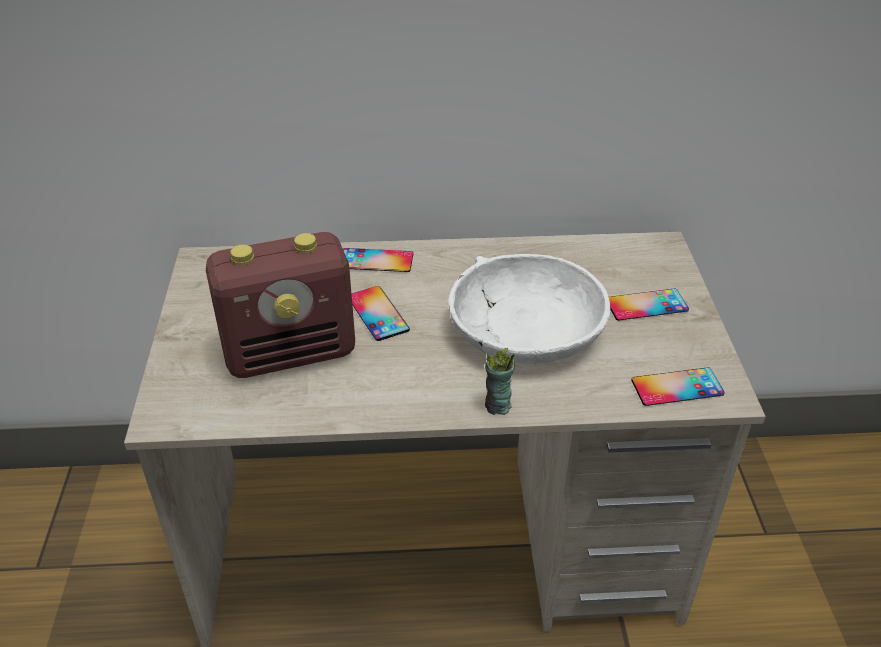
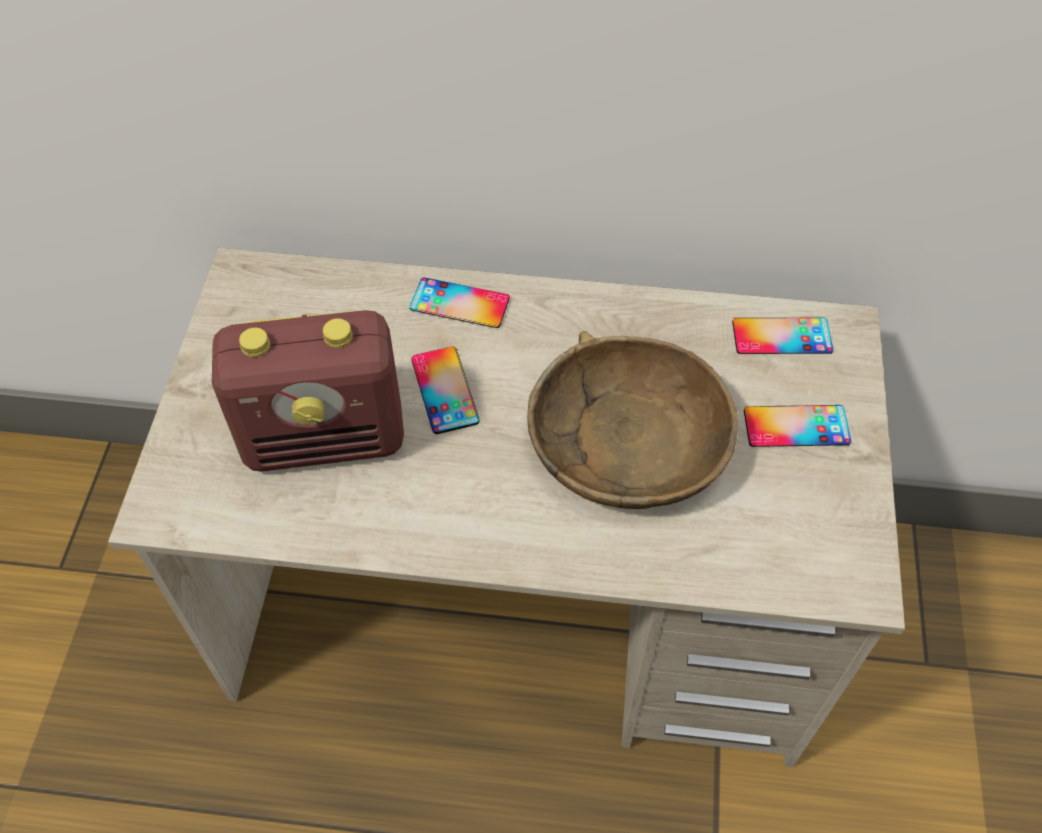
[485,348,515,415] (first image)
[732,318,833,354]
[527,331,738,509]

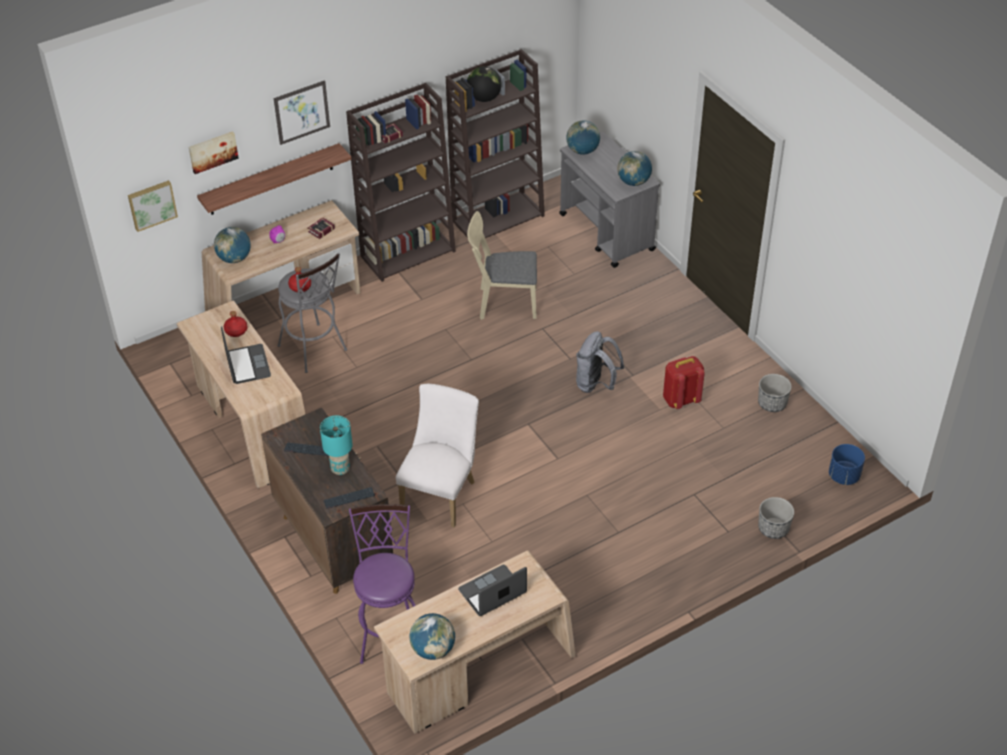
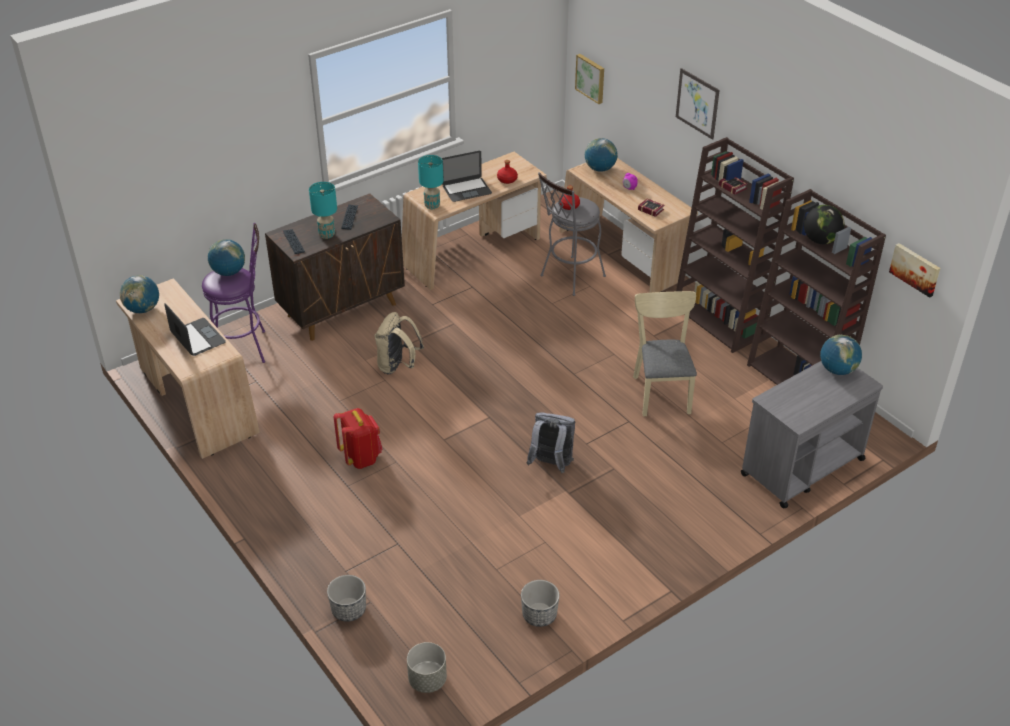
[197,143,351,215] (first image)
[418,155,443,209]
[889,243,940,298]
[208,239,245,276]
[334,408,382,469]
[374,312,424,374]
[407,642,447,693]

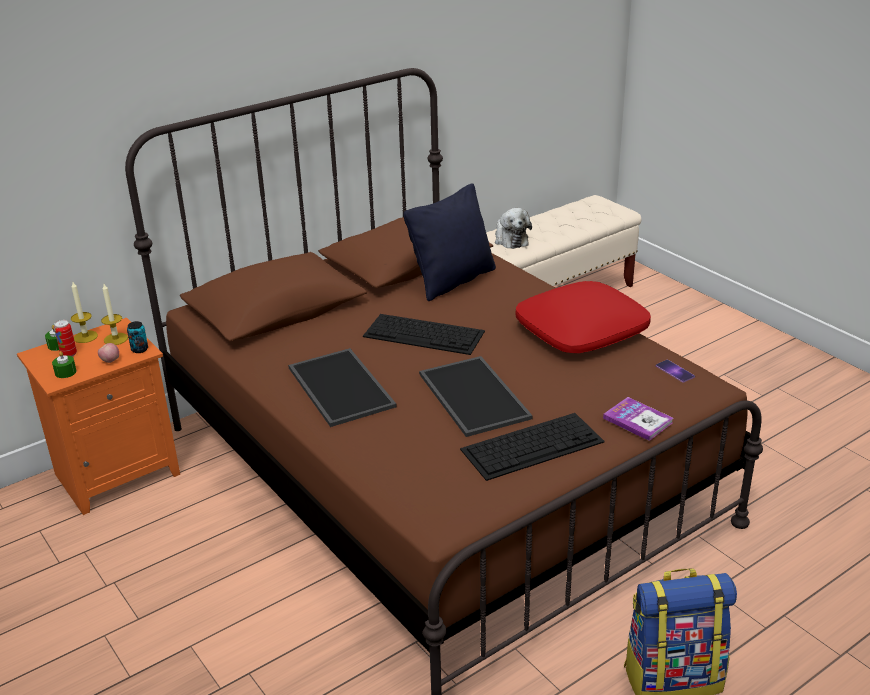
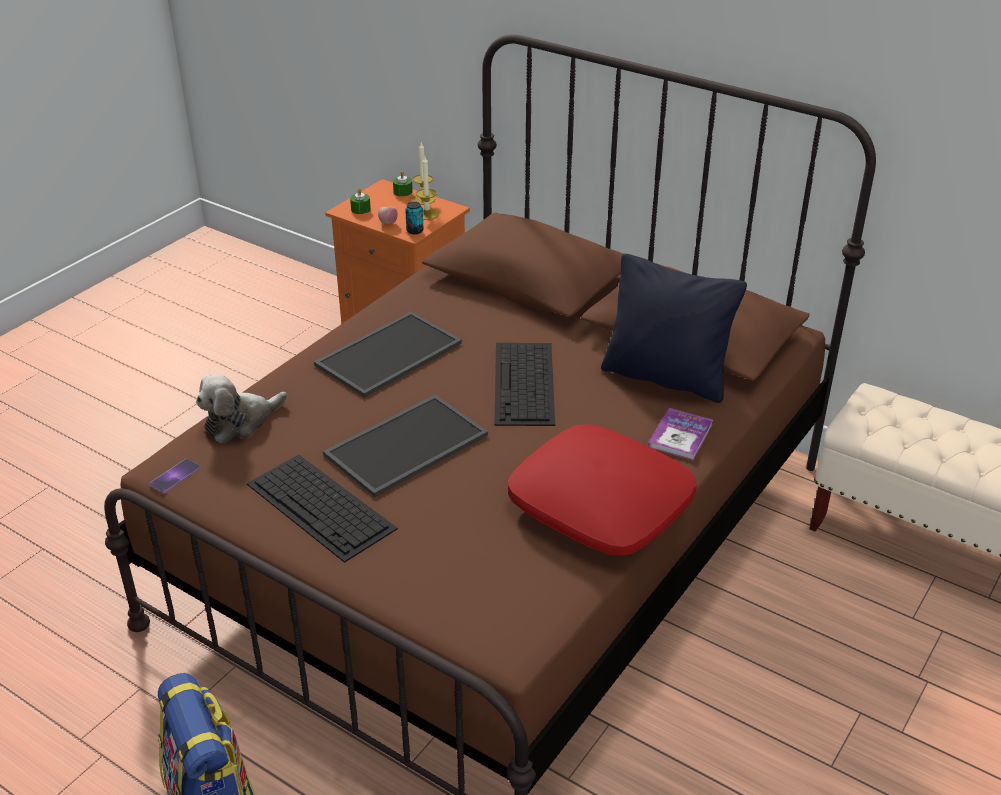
[54,320,77,357] (first image)
[196,374,288,443]
[648,408,713,460]
[149,459,201,493]

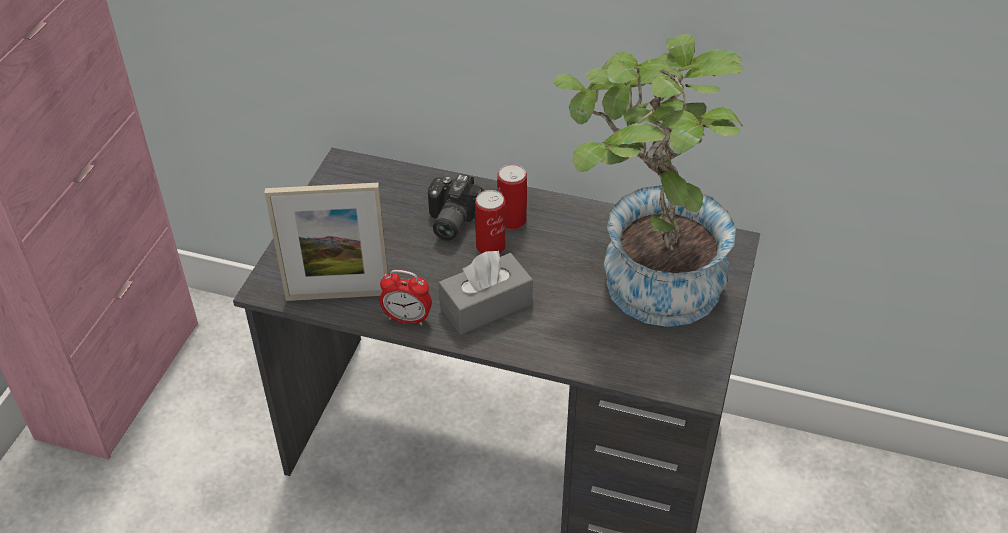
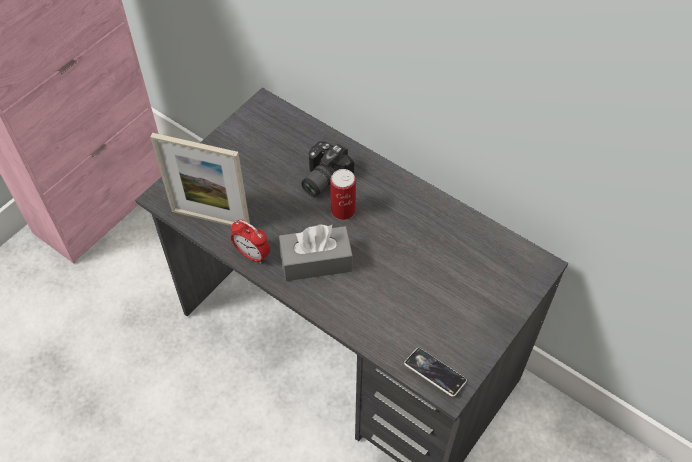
[497,164,527,230] (first image)
[553,34,743,327] (first image)
[404,348,467,397]

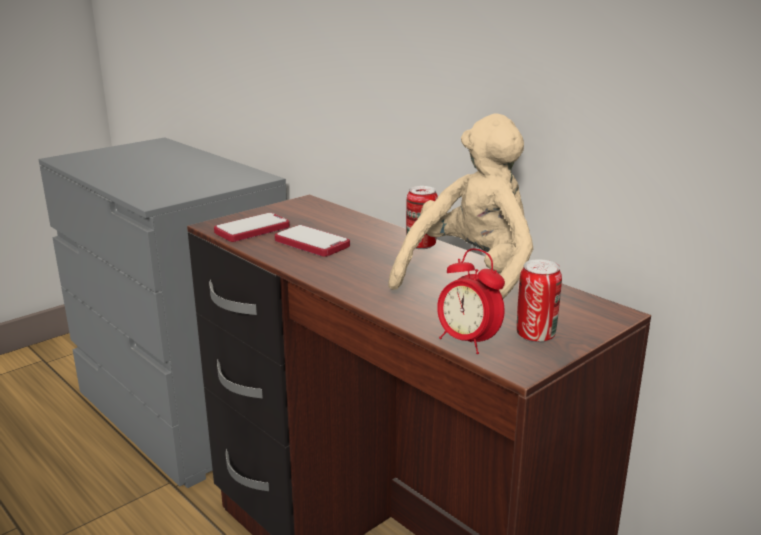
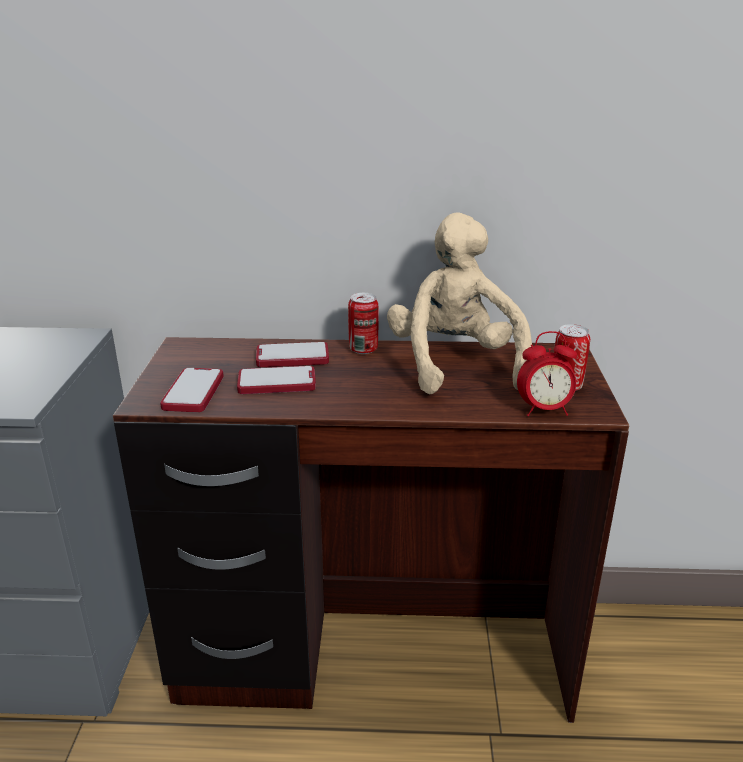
[256,342,329,367]

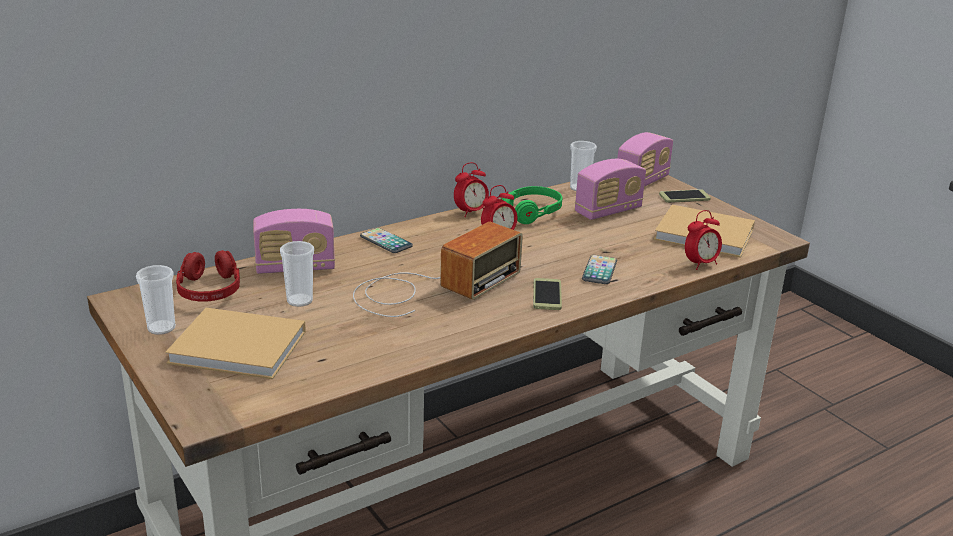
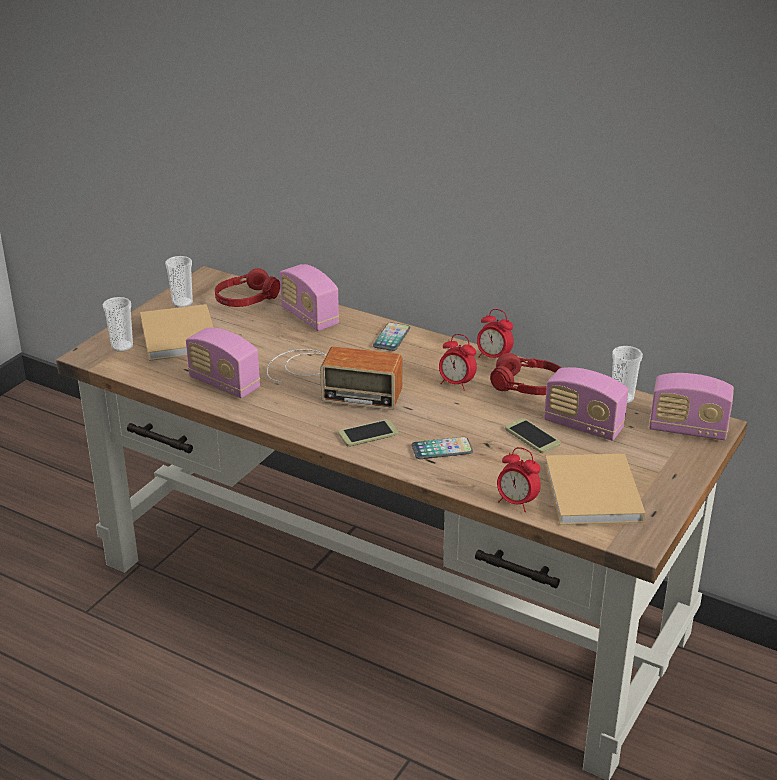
[186,328,260,398]
[103,297,133,352]
[505,418,561,453]
[490,353,561,395]

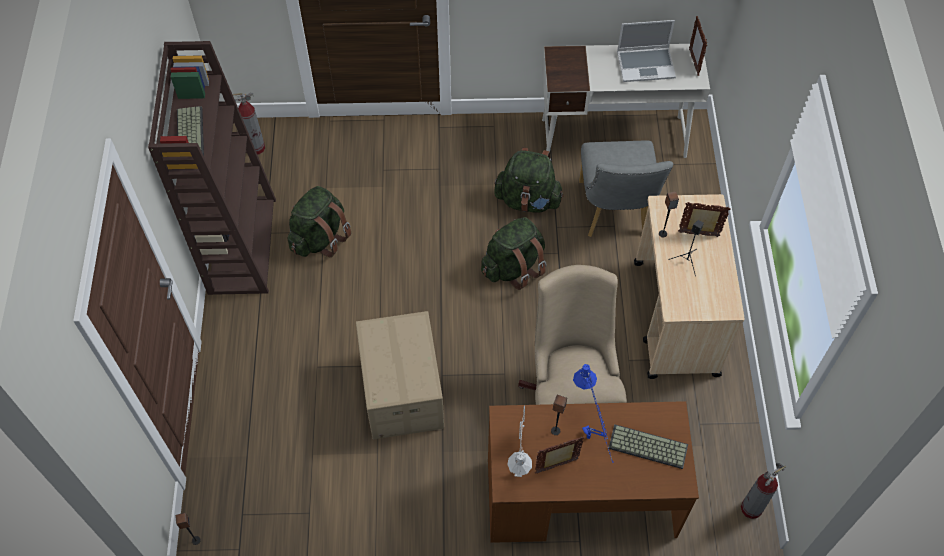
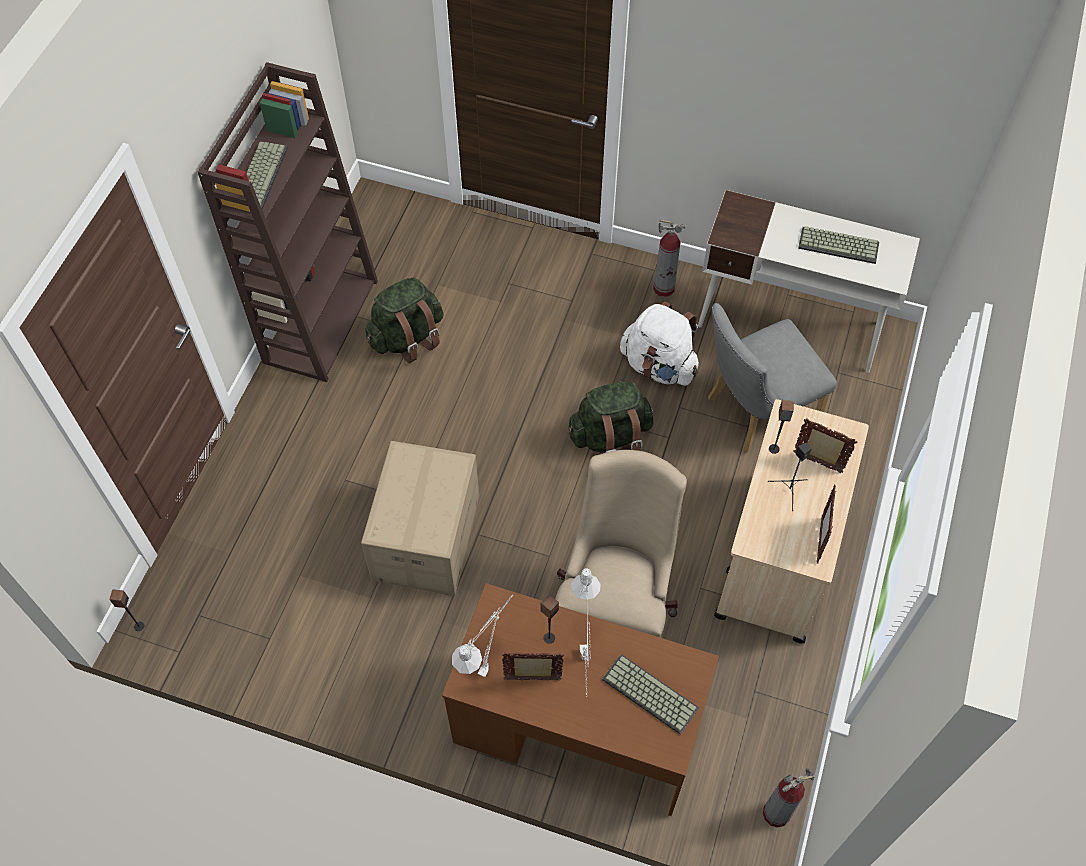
[653,219,686,297]
[817,485,836,564]
[798,226,879,264]
[620,301,699,386]
[571,568,601,697]
[708,303,837,453]

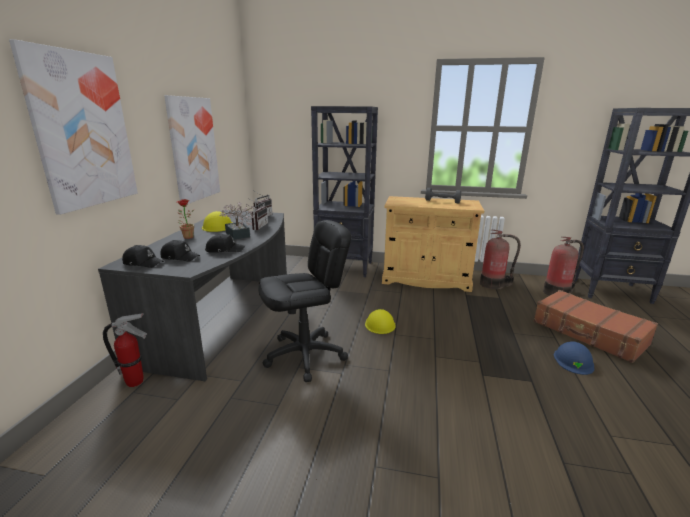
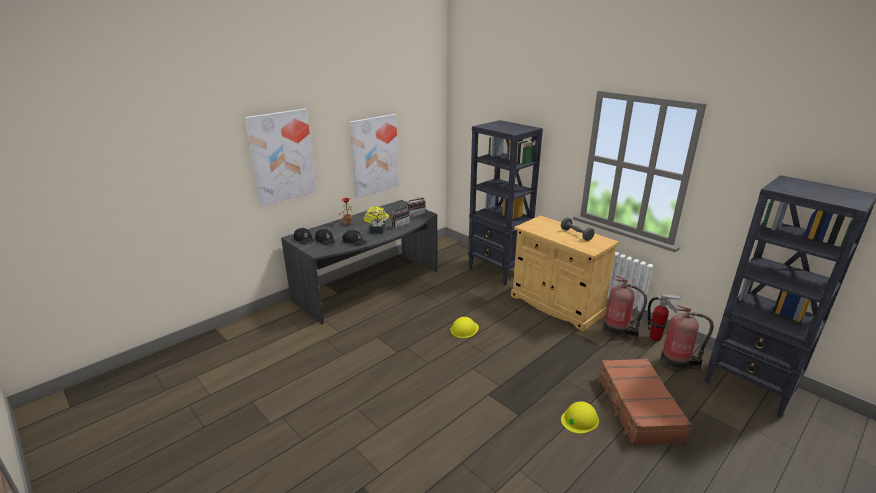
[258,220,351,382] (first image)
[648,295,682,341]
[561,401,599,434]

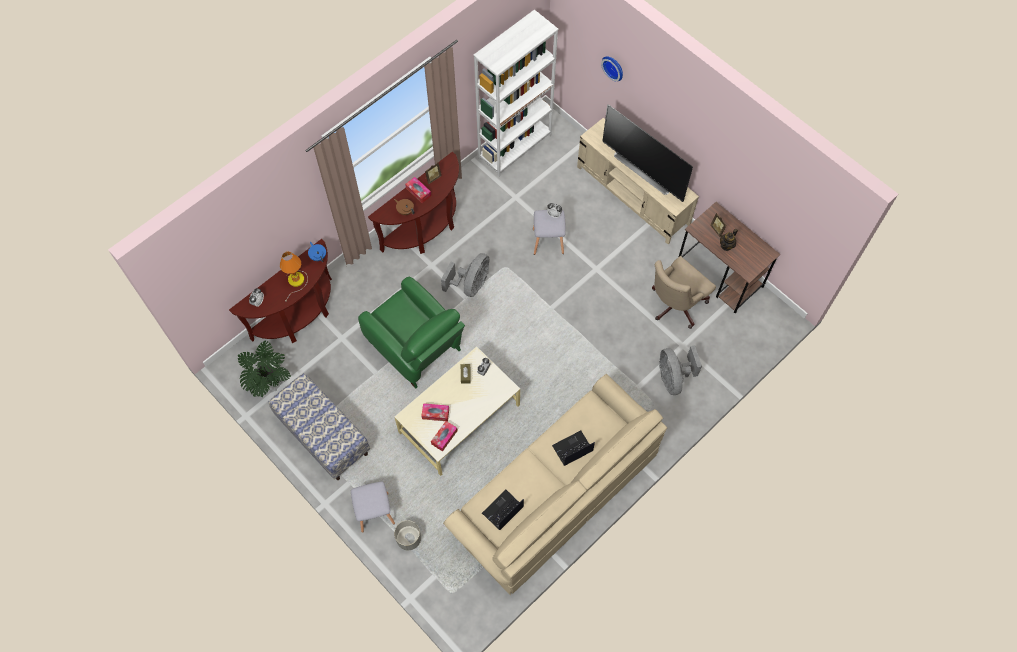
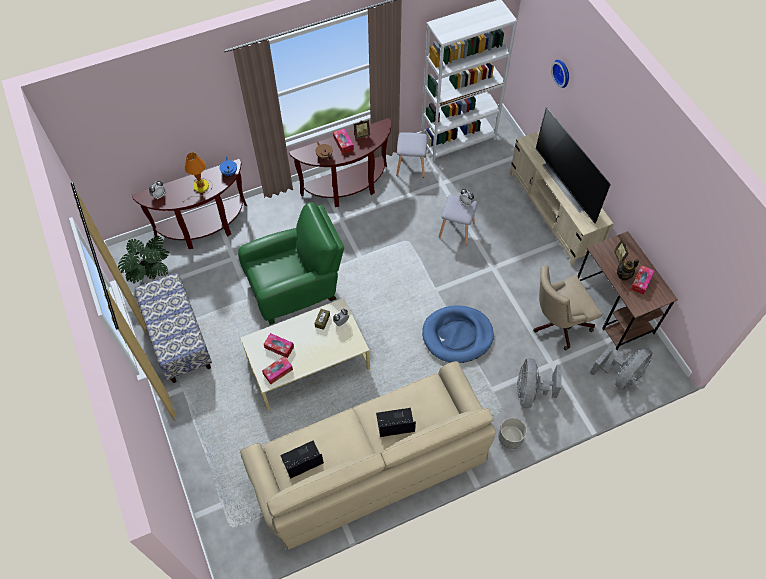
[422,305,494,363]
[630,265,655,294]
[396,132,427,178]
[498,418,527,449]
[590,346,653,390]
[238,202,344,325]

